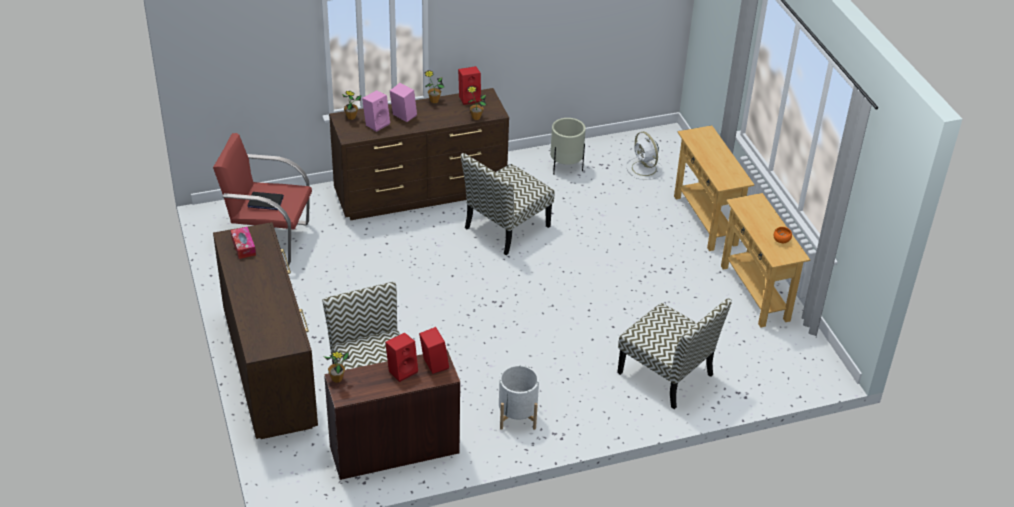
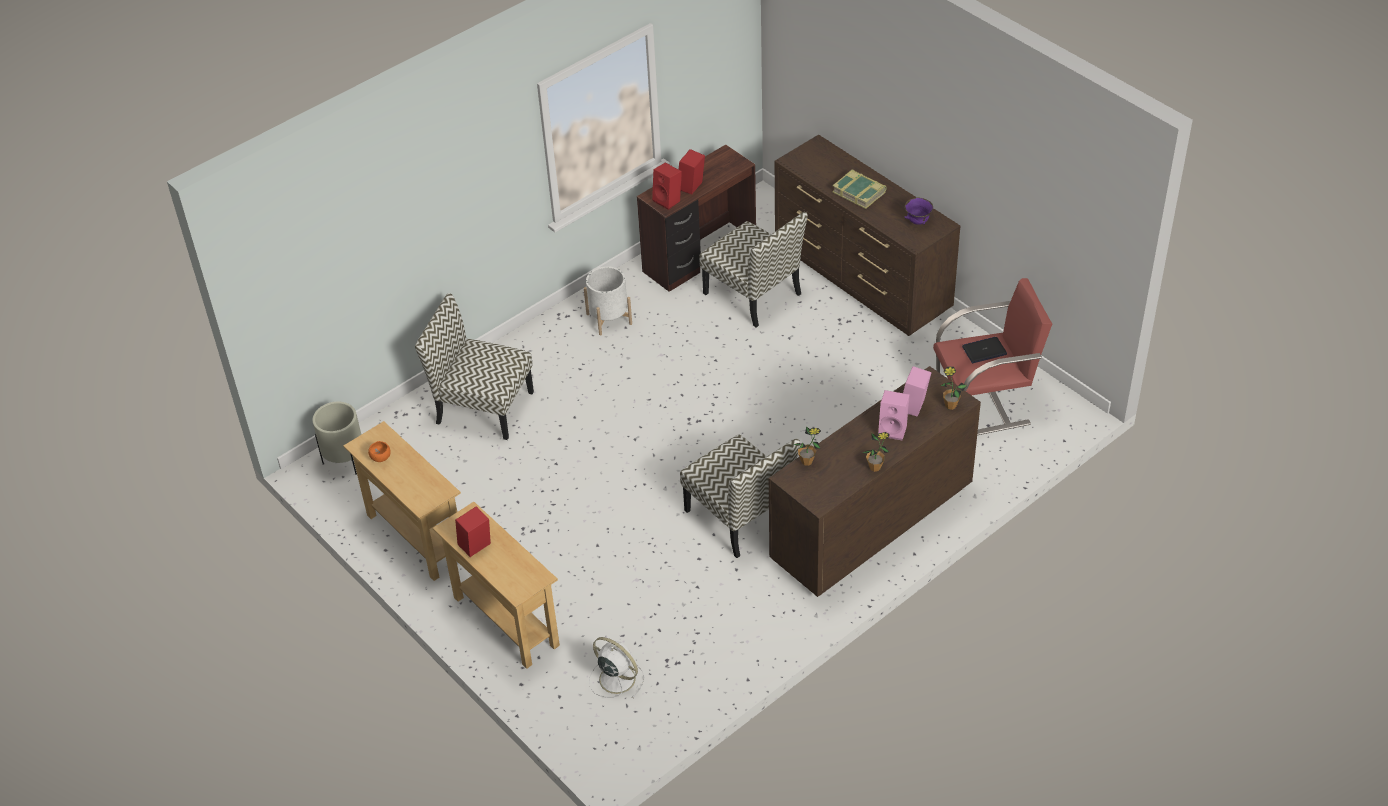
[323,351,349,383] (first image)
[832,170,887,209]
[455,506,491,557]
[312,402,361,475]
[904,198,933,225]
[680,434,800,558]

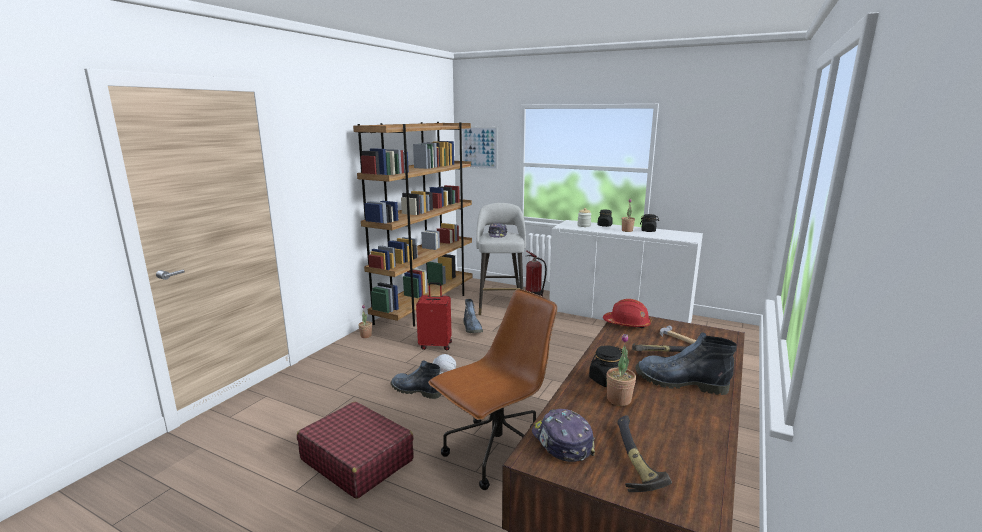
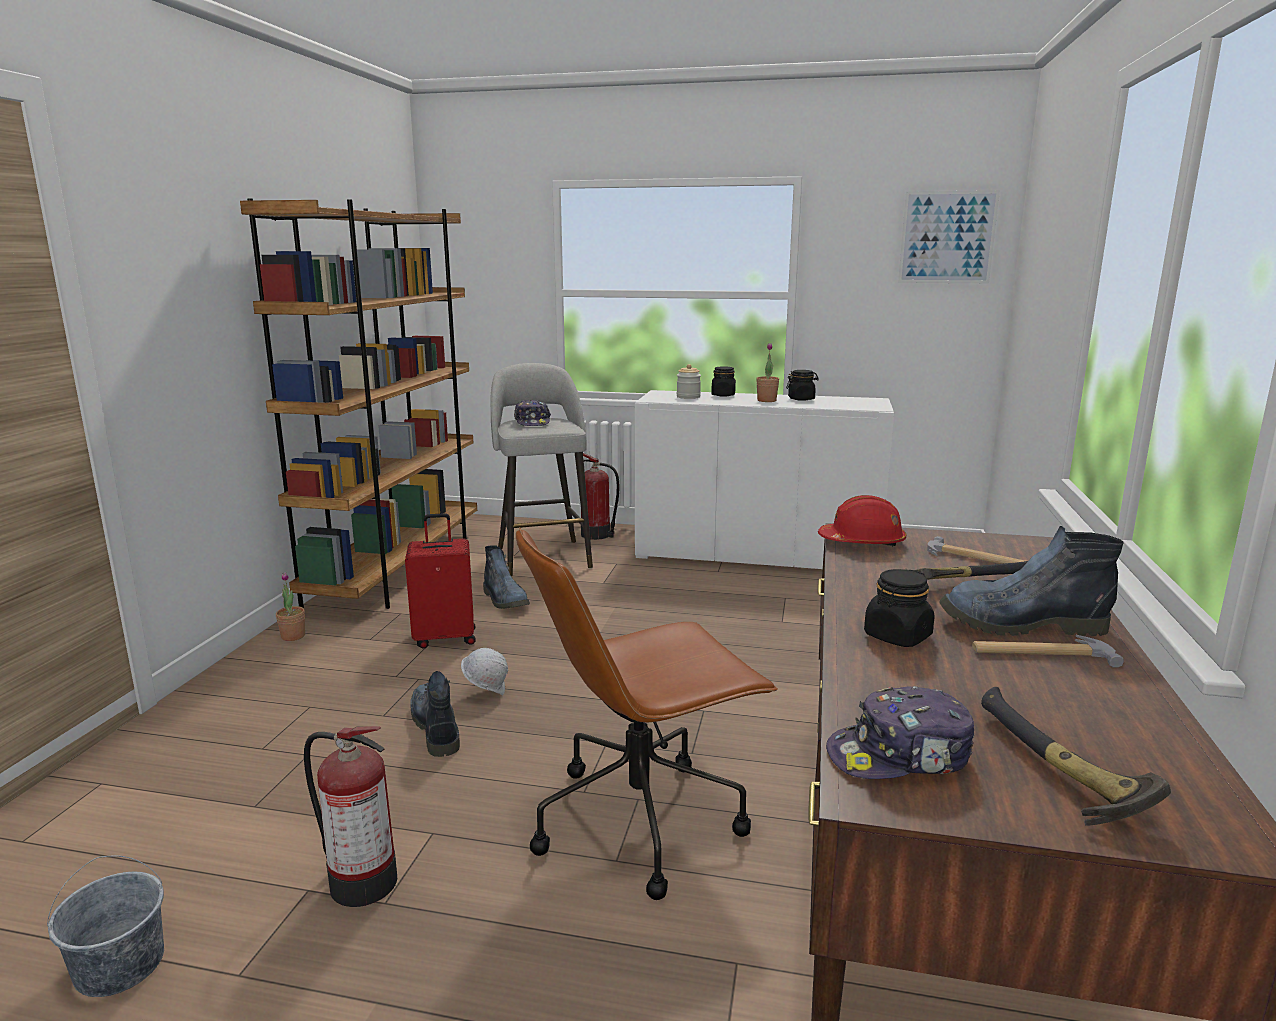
[606,334,636,406] (first image)
[47,855,164,997]
[972,635,1124,668]
[898,190,1000,283]
[304,726,397,907]
[411,671,460,757]
[516,527,778,900]
[826,686,974,779]

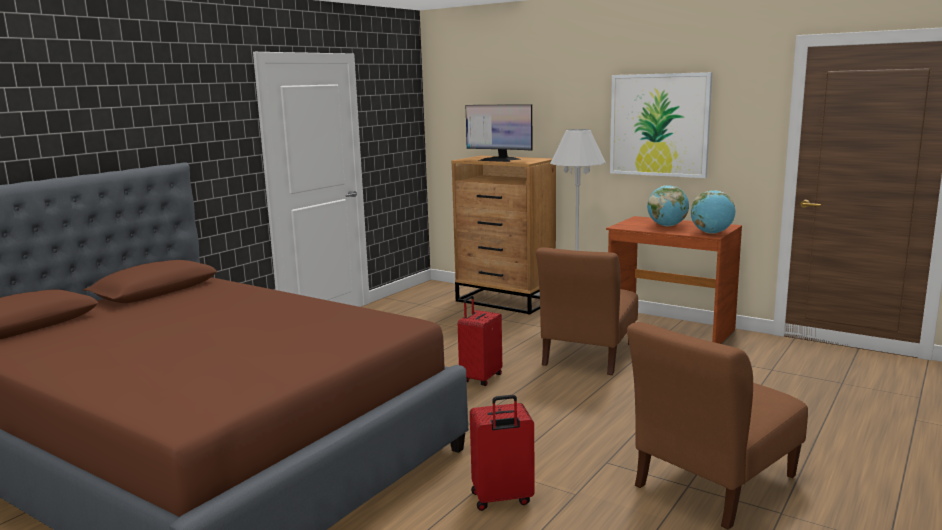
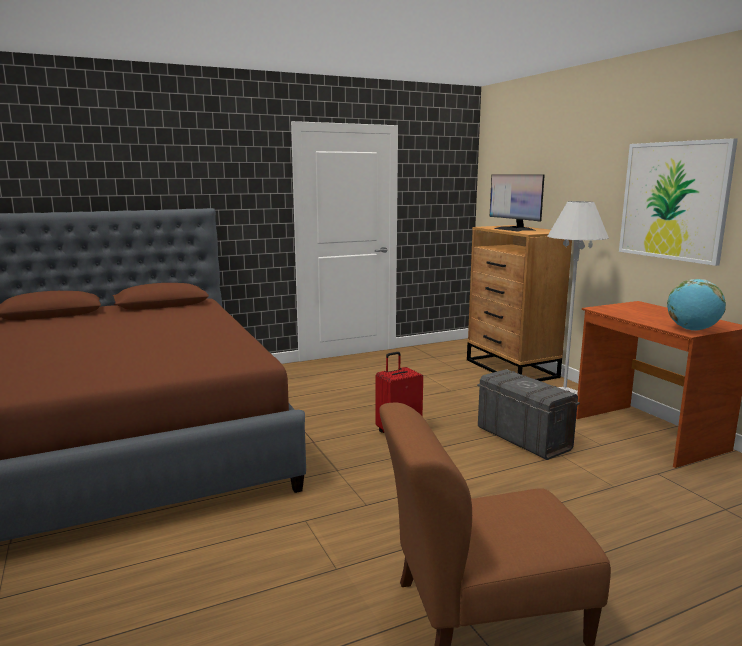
[470,395,535,511] (first image)
[647,185,689,226] (first image)
[477,369,580,460]

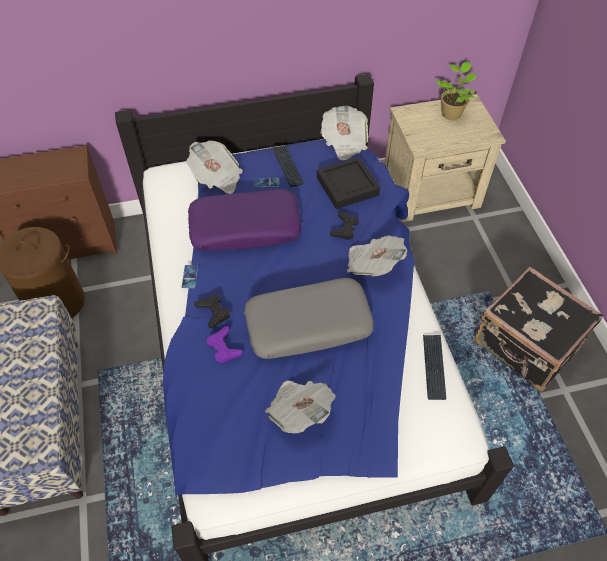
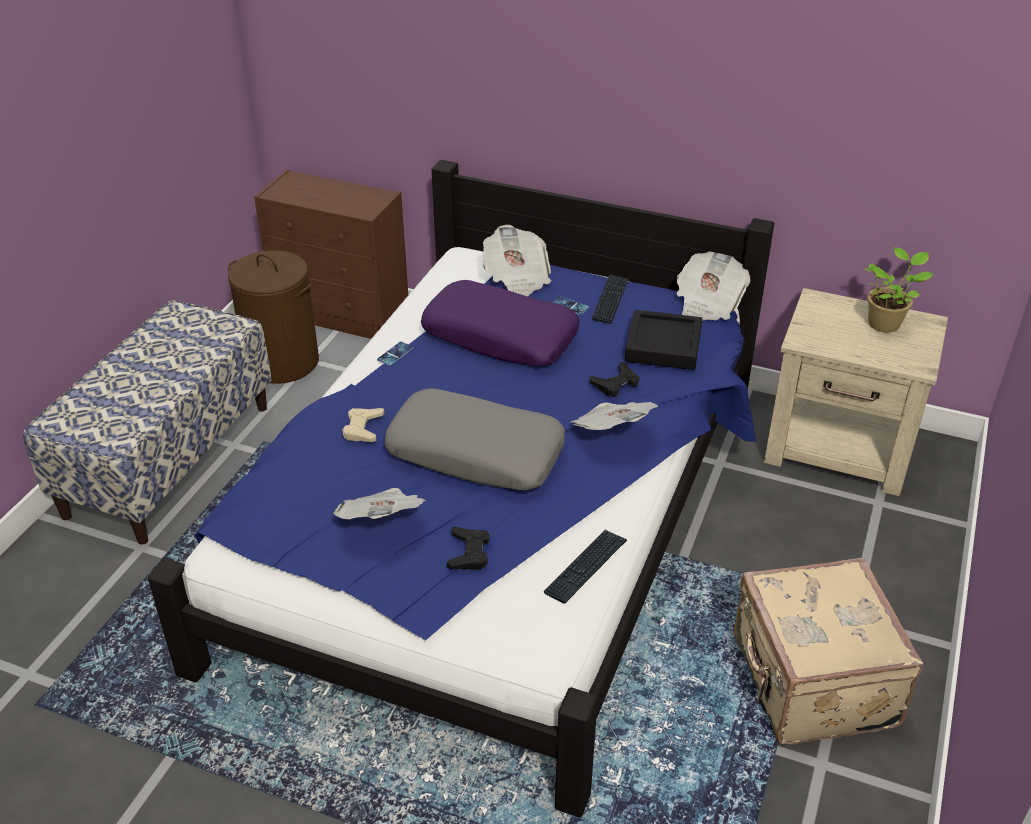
[447,527,490,570]
[342,408,384,442]
[734,557,923,745]

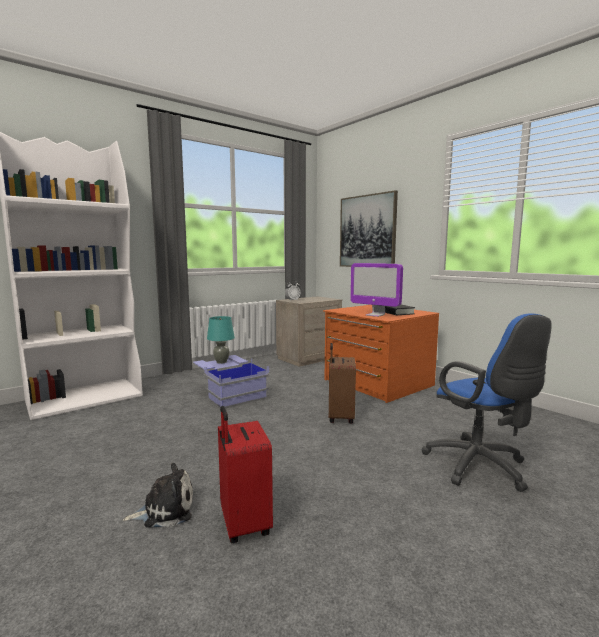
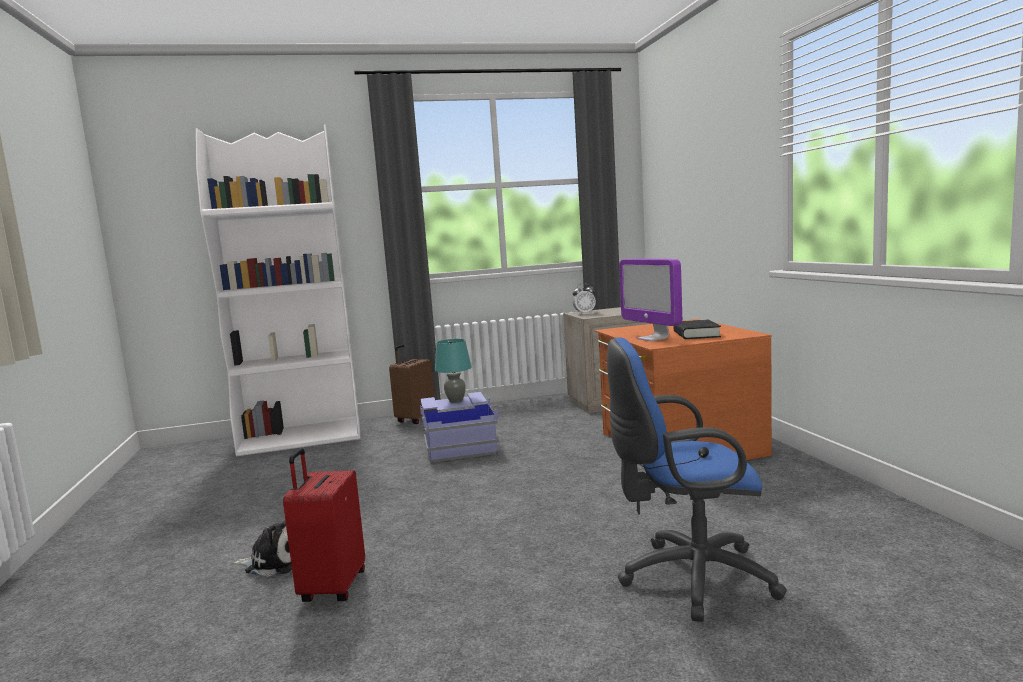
[340,190,398,267] (first image)
[389,345,435,424]
[607,338,787,622]

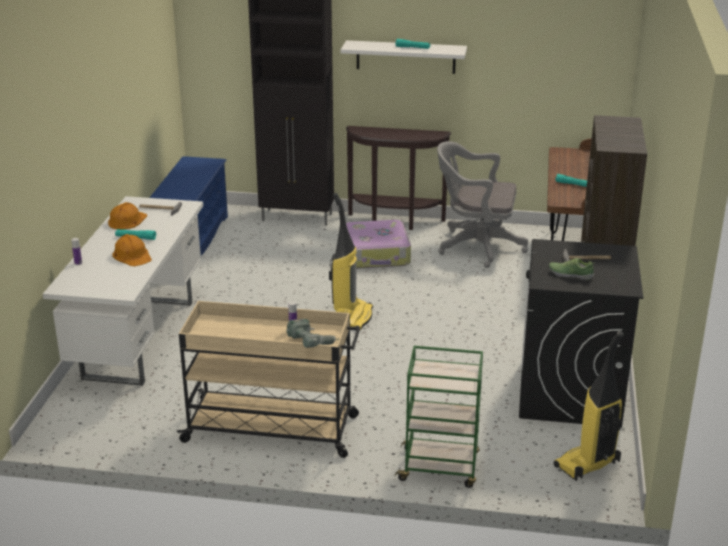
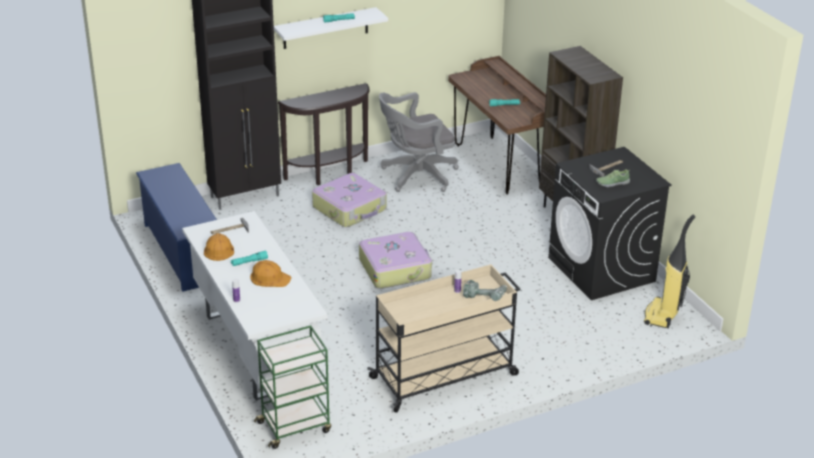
[254,325,331,449]
[359,232,432,289]

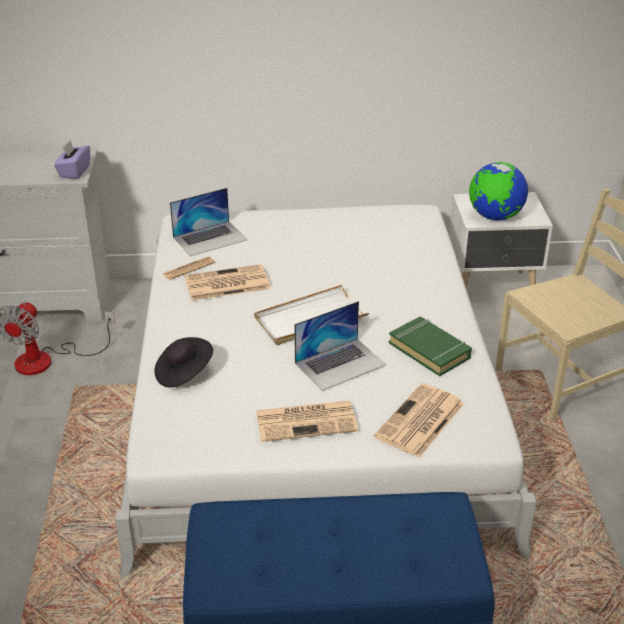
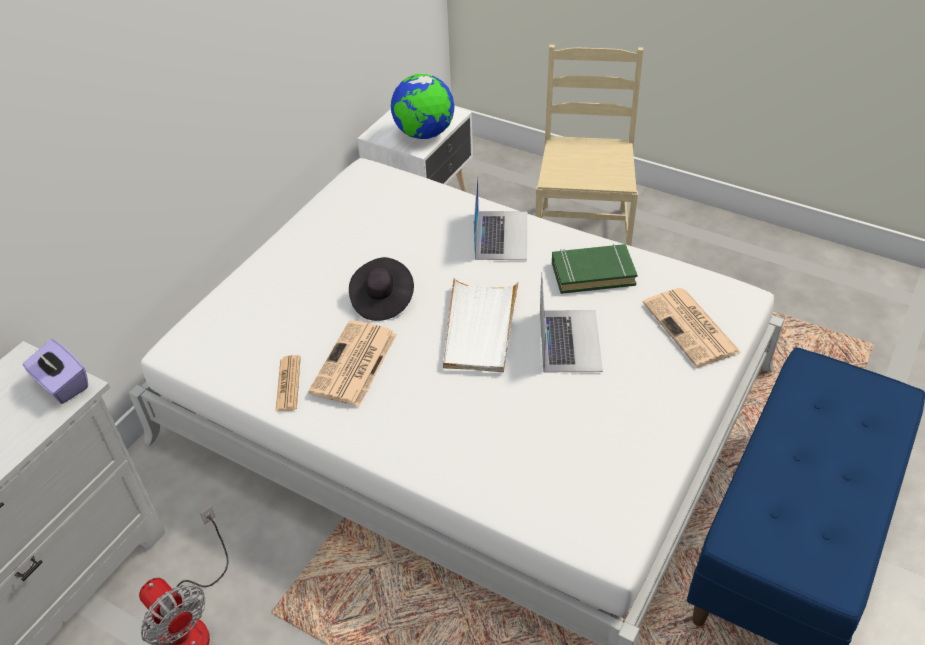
[256,401,358,442] (first image)
[349,257,414,321]
[474,174,527,260]

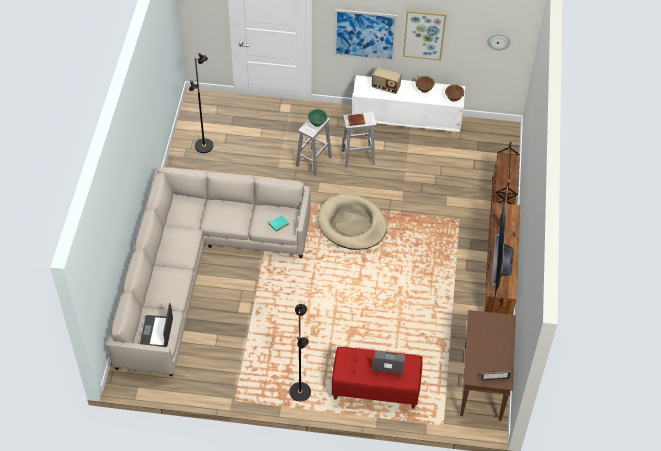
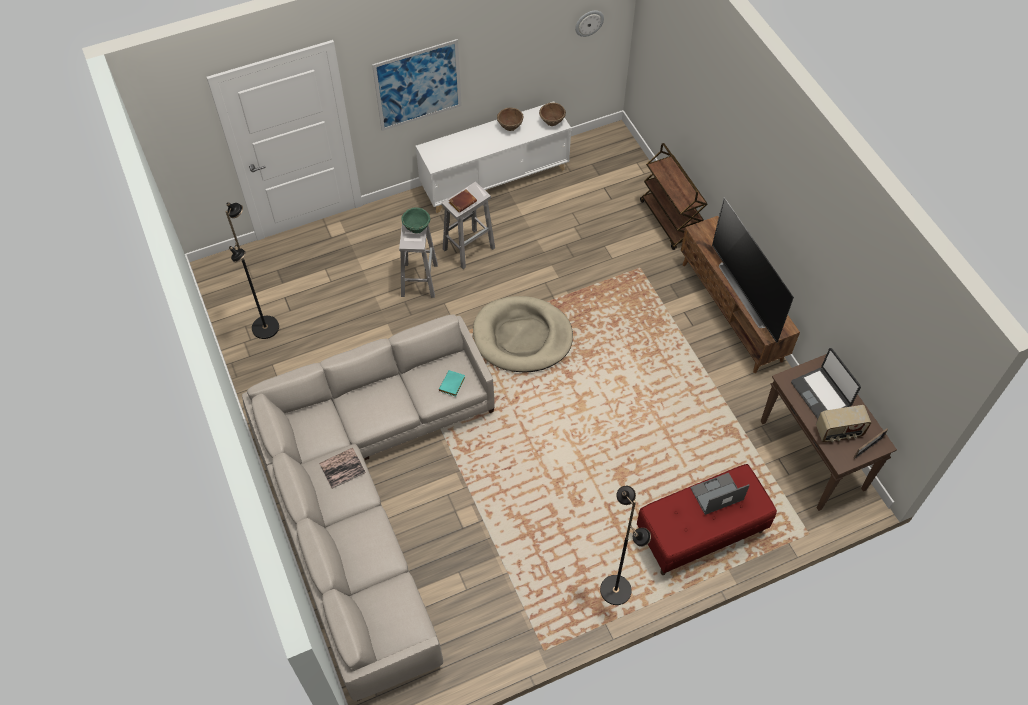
[403,10,447,60] (first image)
[319,447,366,489]
[791,348,861,419]
[816,405,871,442]

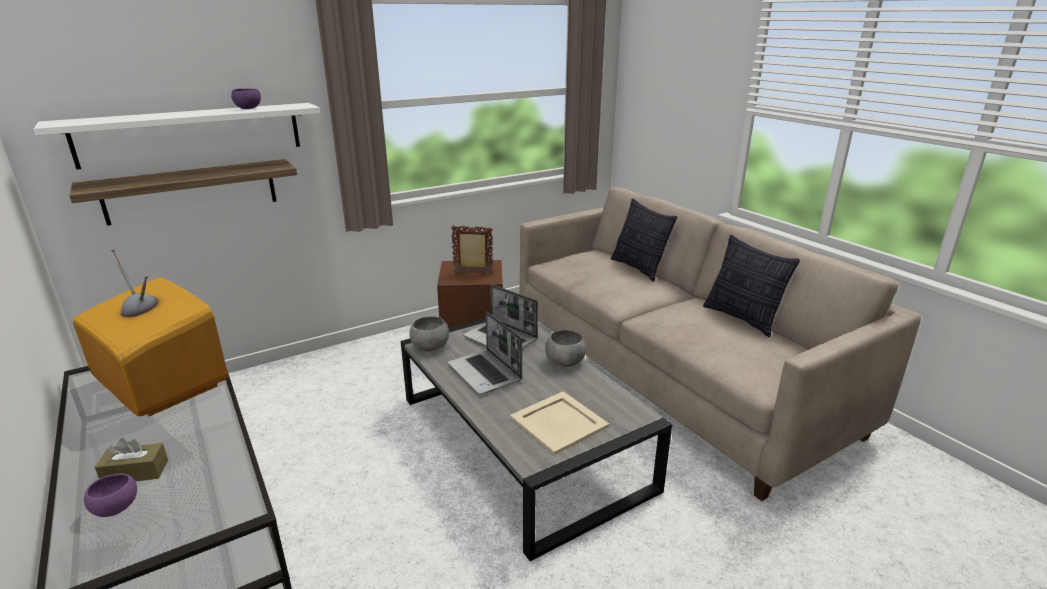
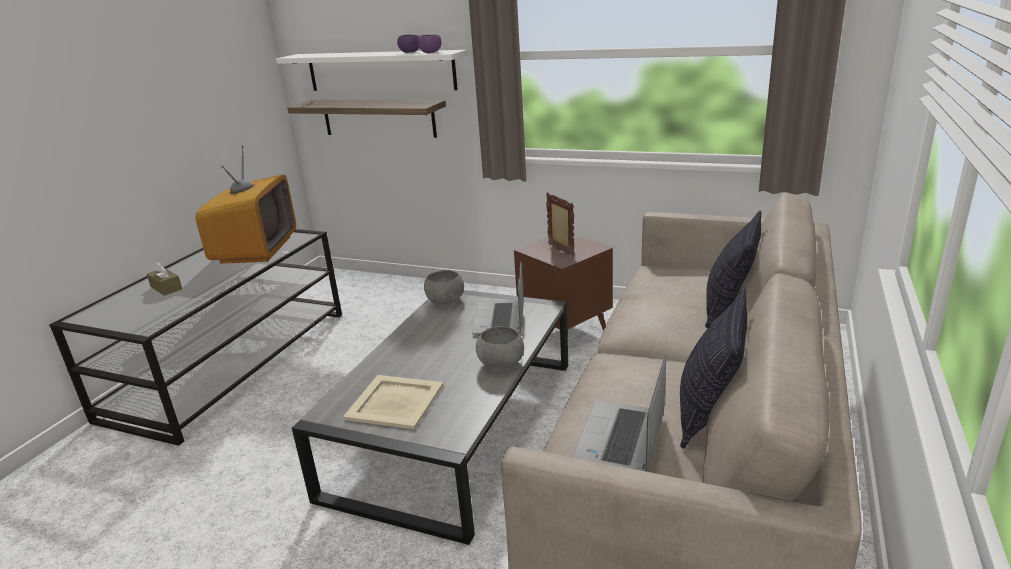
[417,35,441,53]
[572,355,666,472]

